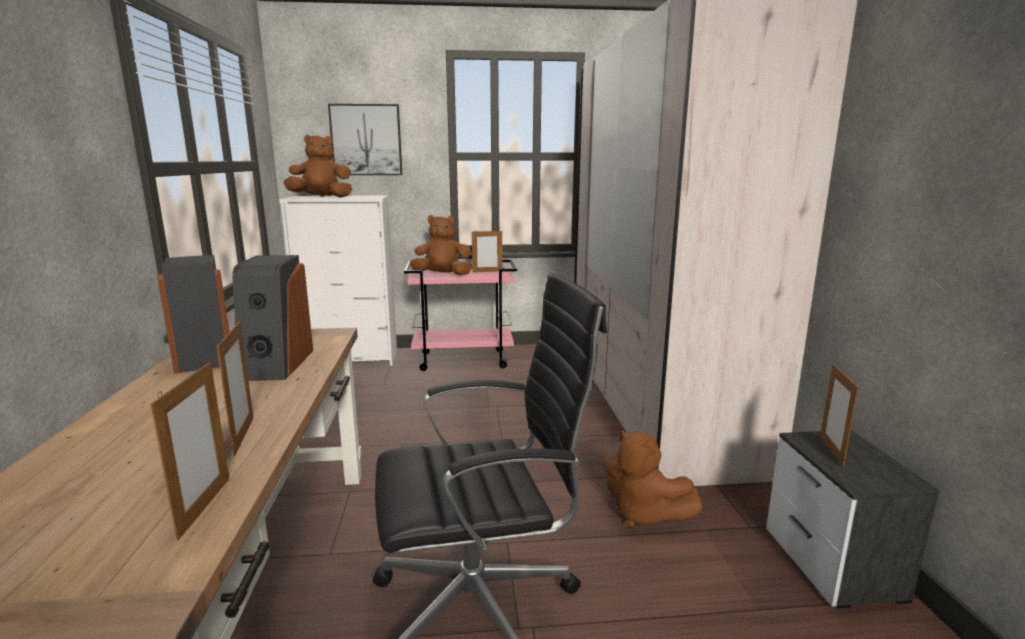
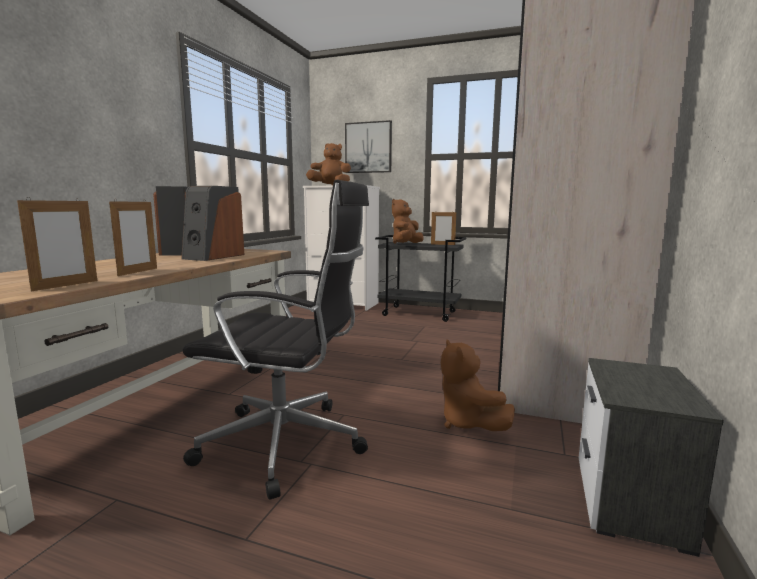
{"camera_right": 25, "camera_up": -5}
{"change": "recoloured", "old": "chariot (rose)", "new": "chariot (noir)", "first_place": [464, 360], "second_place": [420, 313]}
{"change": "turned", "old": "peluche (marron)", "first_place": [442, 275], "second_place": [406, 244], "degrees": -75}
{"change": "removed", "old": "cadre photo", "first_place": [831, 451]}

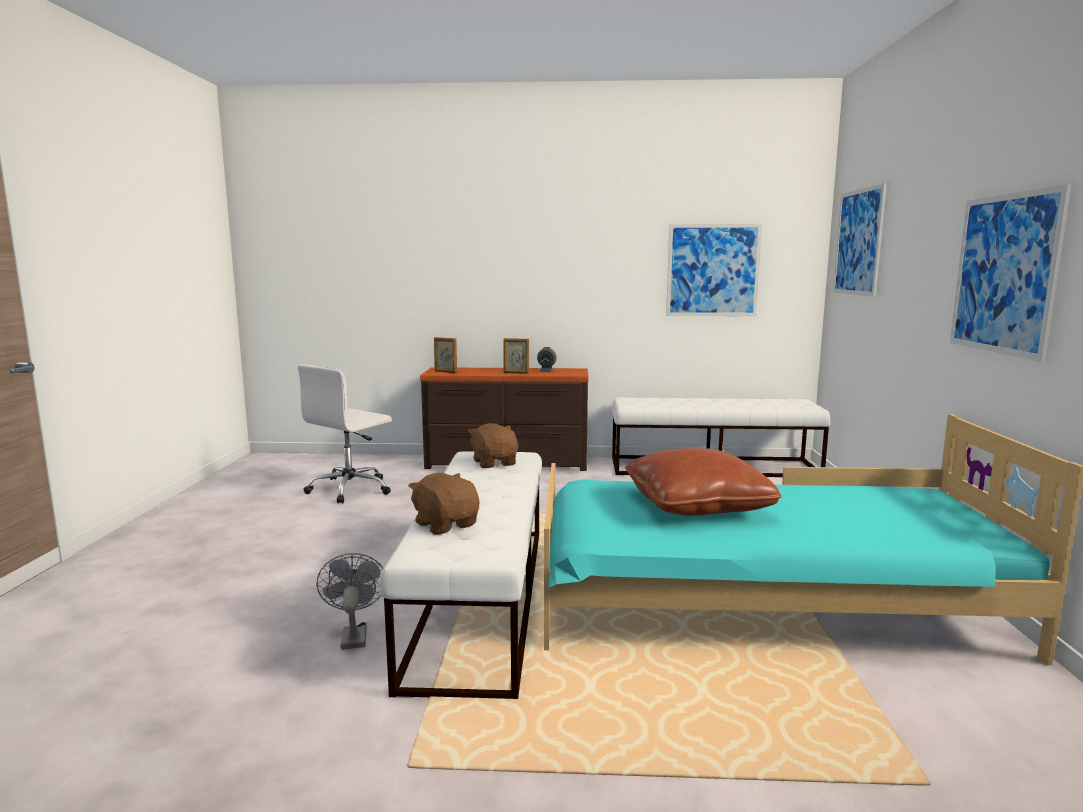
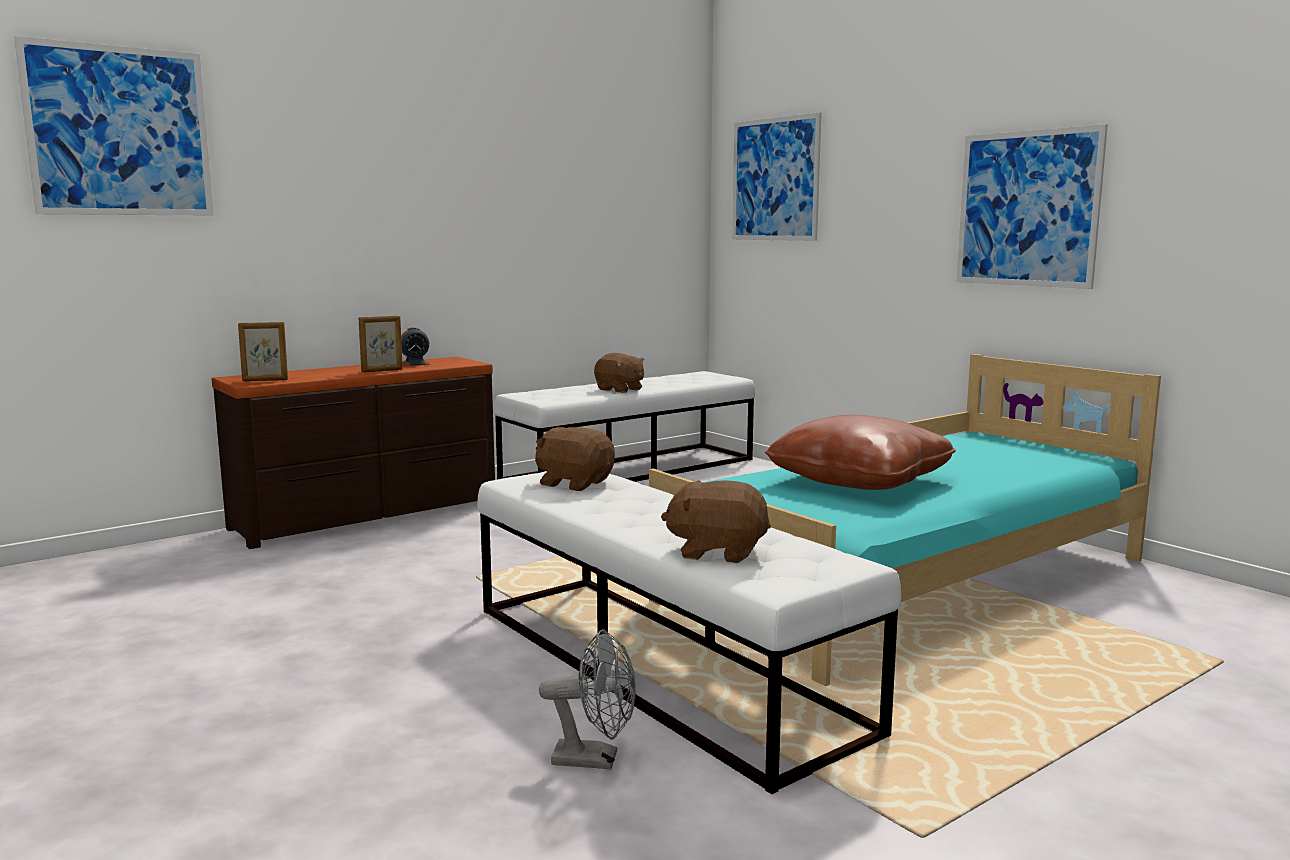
{"camera_right": -40, "camera_up": 0}
{"change": "removed", "old": "chaise de bureau (blanc)", "first_place": [351, 489]}
{"change": "turned", "old": "ventilateur (gris)", "first_place": [353, 635], "second_place": [595, 759], "degrees": 150}
{"change": "moved", "old": "tableau", "first_place": [713, 270], "second_place": [119, 131]}
{"change": "added", "new": "peluche (marron)", "second_place": [619, 389]}

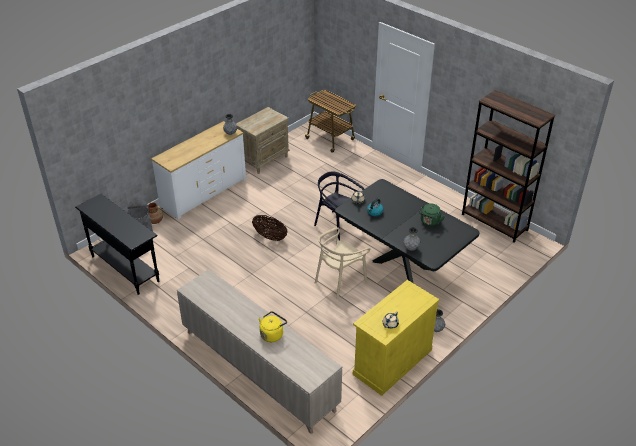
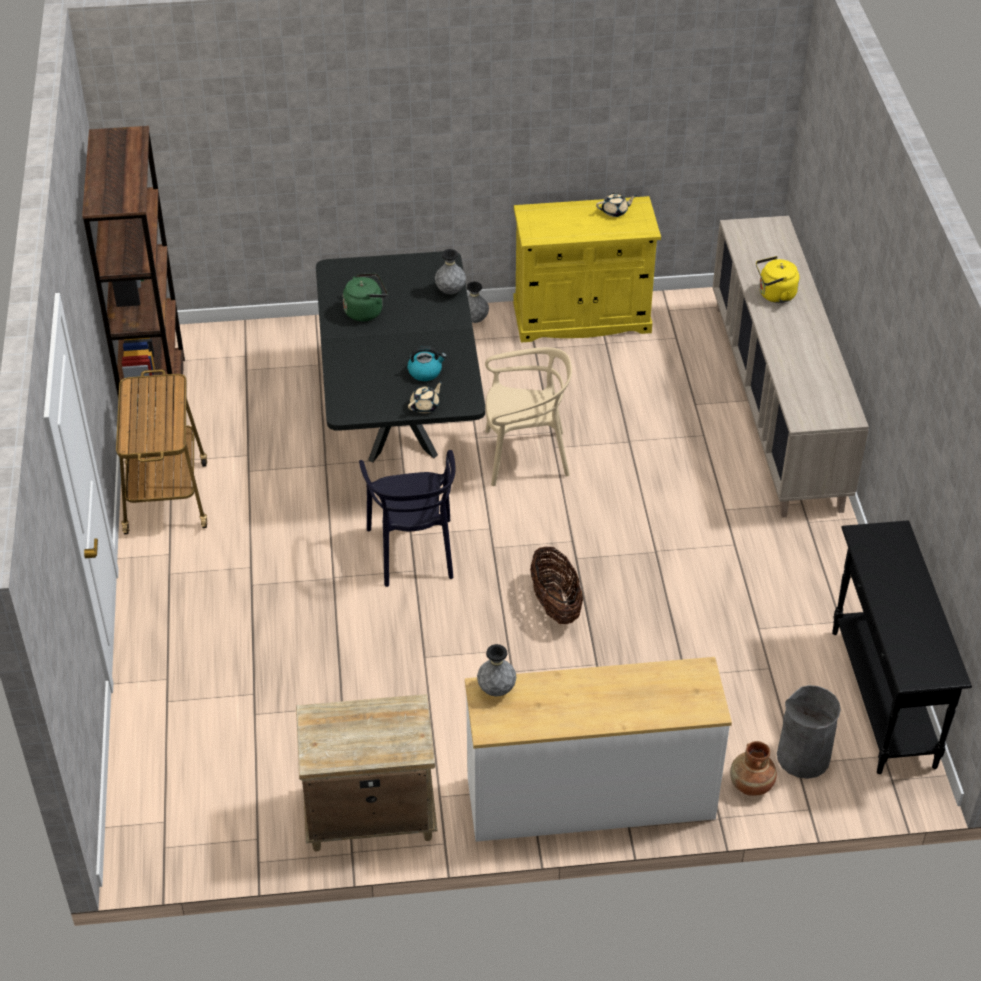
{"camera_right": -140, "camera_up": 5}
{"change": "moved", "old": "chariot", "first_place": [330, 139], "second_place": [166, 496]}

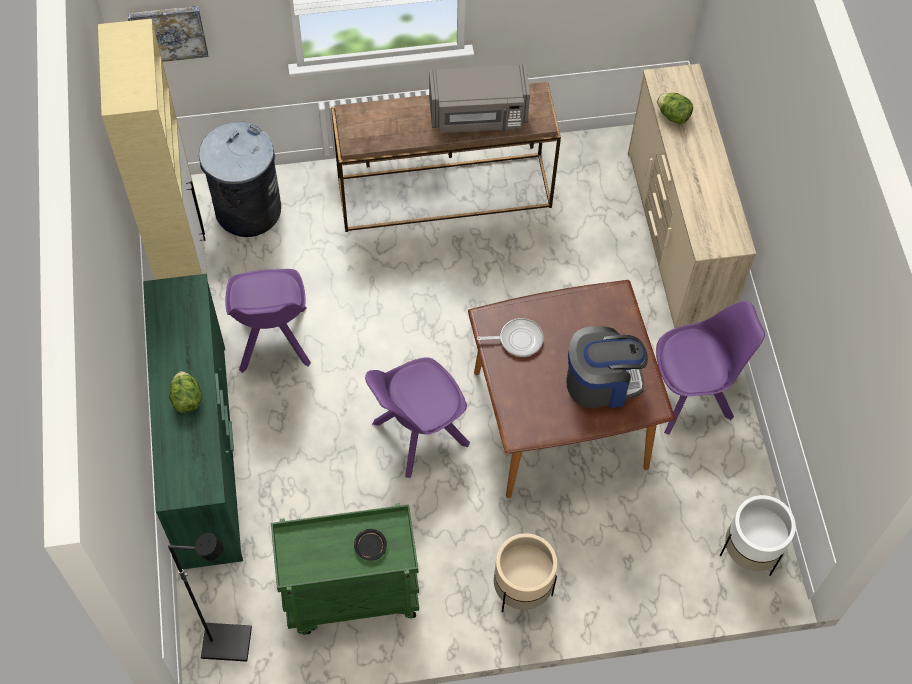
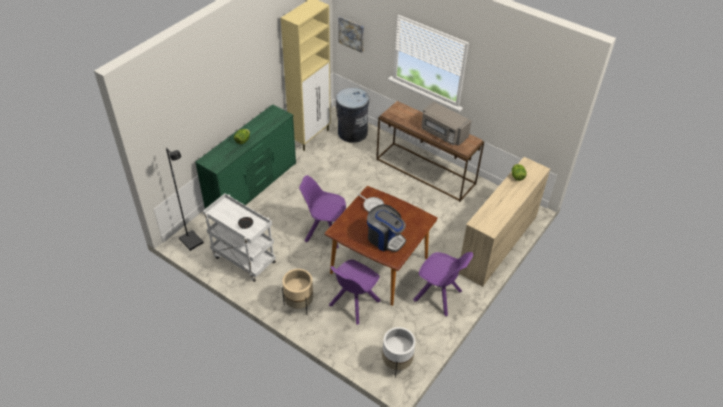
{"camera_right": 45, "camera_up": -15}
{"change": "moved", "old": "chaise (violet)", "first_place": [273, 341], "second_place": [353, 304]}
{"change": "recoloured", "old": "chariot (vert)", "new": "chariot (blanc)", "first_place": [350, 596], "second_place": [243, 259]}

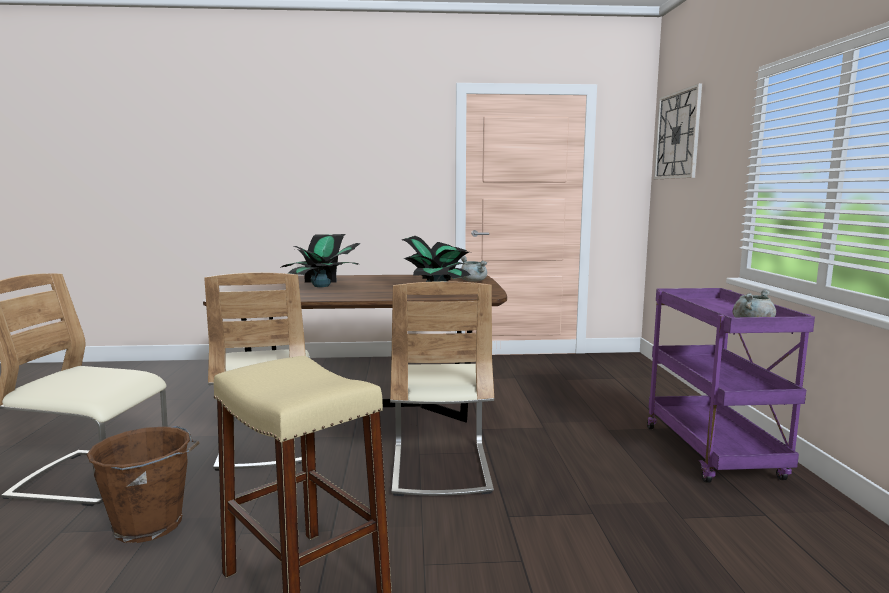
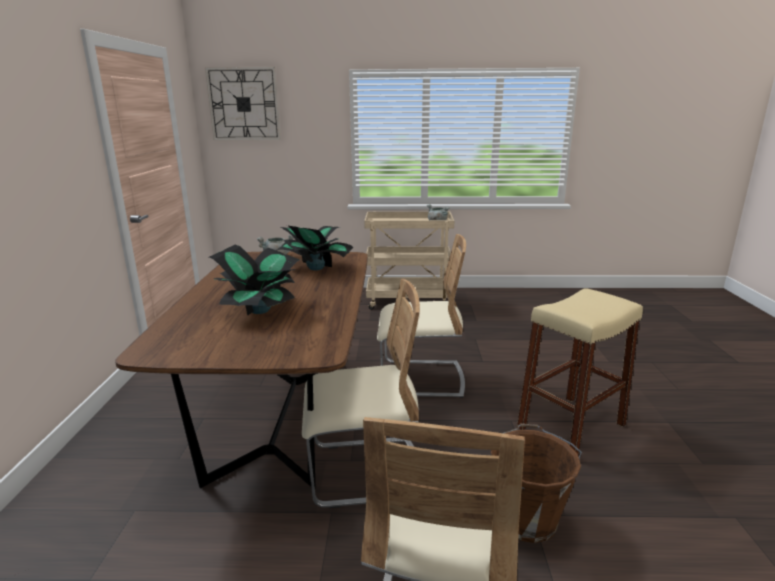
{"camera_right": -85, "camera_up": 10}
{"change": "recoloured", "old": "chariot (violet)", "new": "chariot (beige)", "first_place": [714, 454], "second_place": [408, 301]}

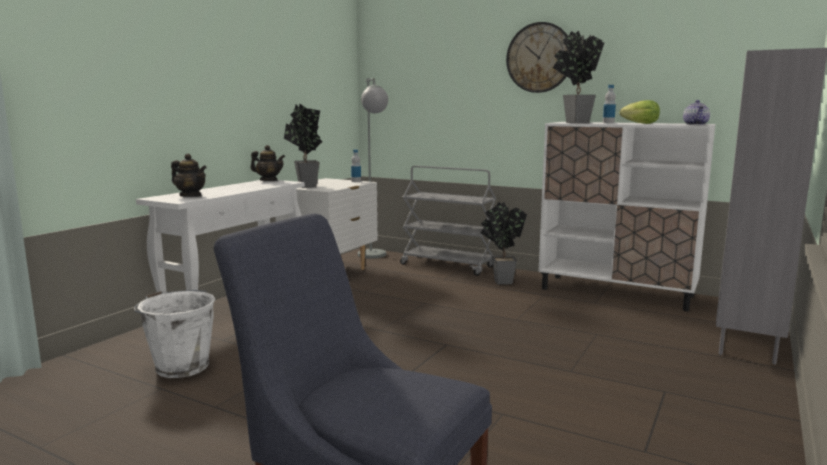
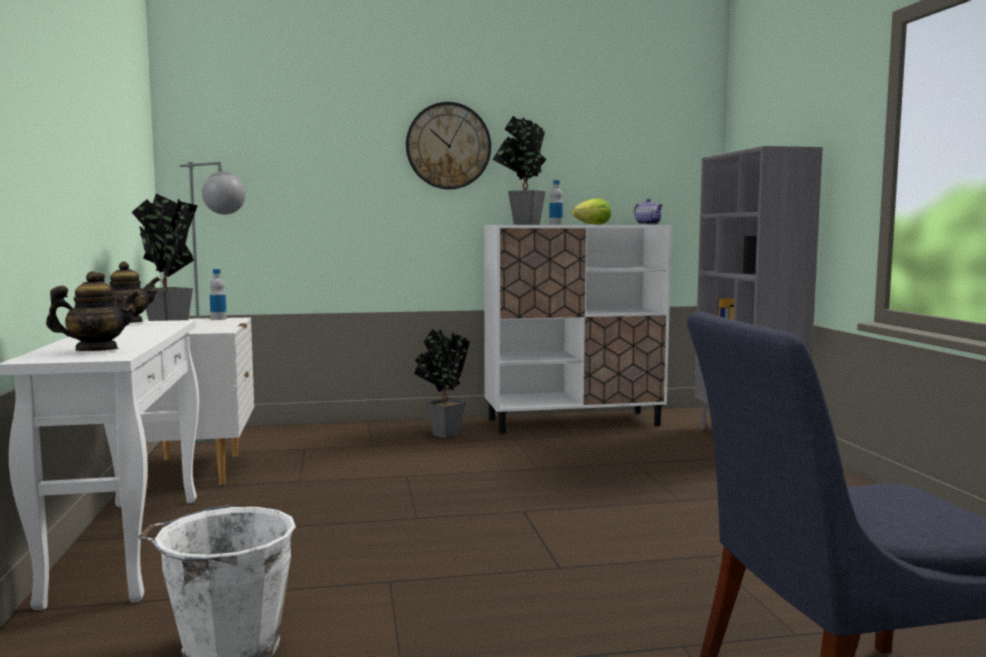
{"camera_right": -40, "camera_up": -5}
{"change": "removed", "old": "chariot (gris)", "first_place": [448, 265]}

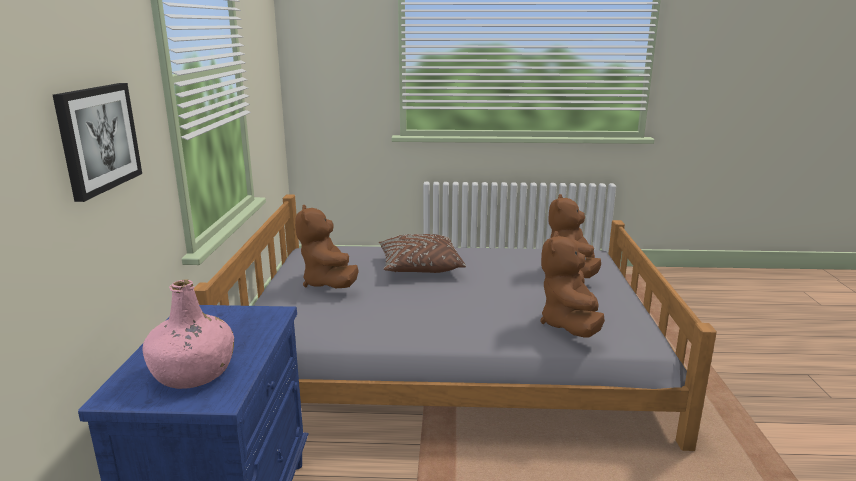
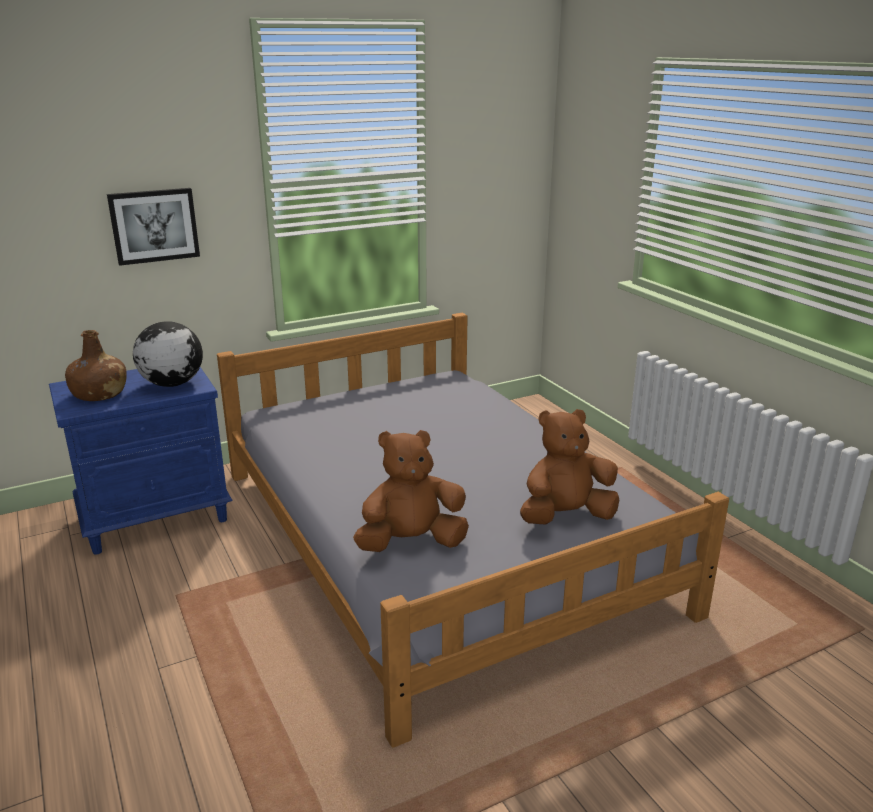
{"camera_right": 60, "camera_up": 5}
{"change": "recoloured", "old": "bouteille (rose)", "new": "bouteille (marron)", "first_place": [194, 373], "second_place": [99, 394]}
{"change": "removed", "old": "peluche (marron)", "first_place": [329, 283]}
{"change": "removed", "old": "coussin (marron)", "first_place": [419, 267]}
{"change": "added", "new": "globe", "second_place": [171, 384]}

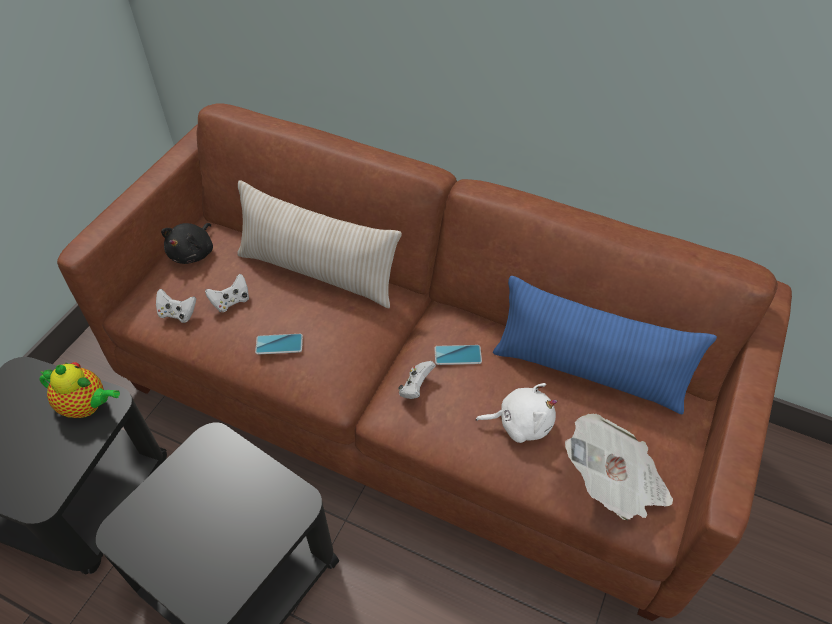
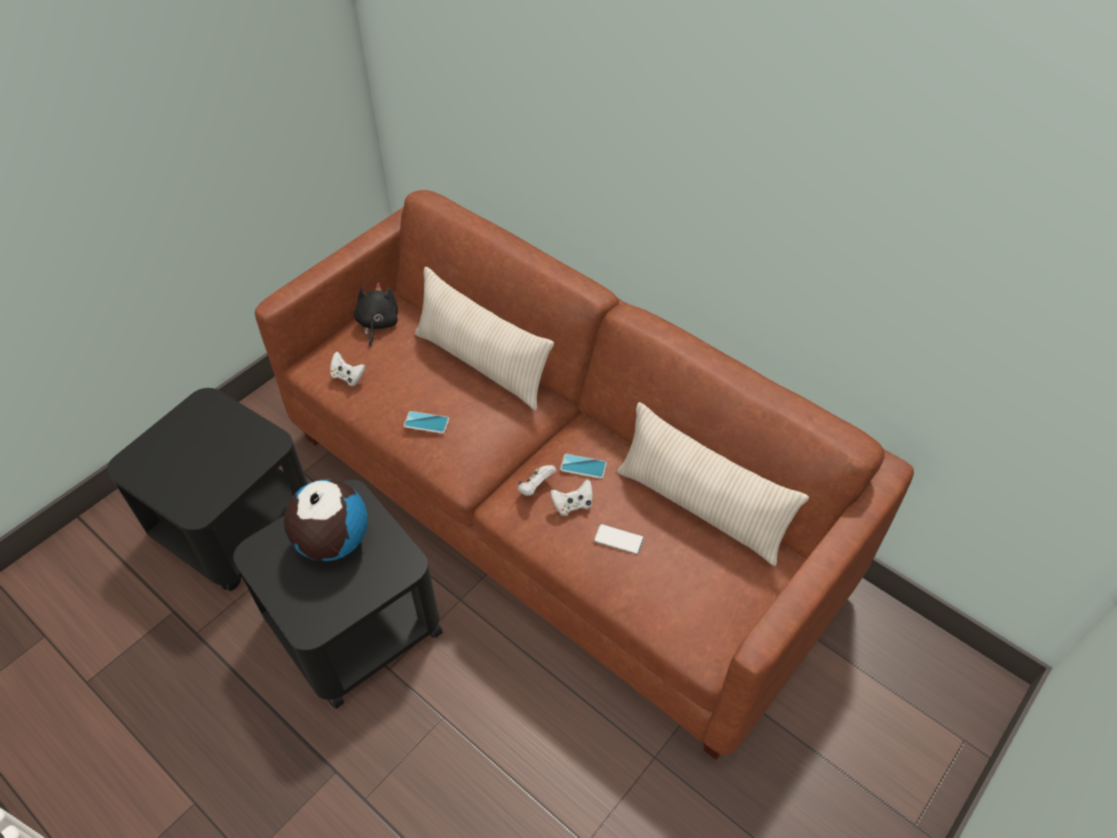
{"camera_right": 15, "camera_up": 0}
{"change": "removed", "old": "théière", "first_place": [87, 406]}
{"change": "turned", "old": "peluche (noir)", "first_place": [193, 253], "second_place": [377, 324], "degrees": 150}
{"change": "moved", "old": "manette (blanc)", "first_place": [231, 301], "second_place": [573, 505]}
{"change": "replaced", "old": "peluche (blanc)", "new": "téléphone", "first_place": [520, 423], "second_place": [619, 539]}
{"change": "recoloured", "old": "coussin (bleu)", "new": "coussin (beige)", "first_place": [588, 372], "second_place": [700, 508]}
{"change": "removed", "old": "journal", "first_place": [614, 482]}
{"change": "added", "new": "globe", "second_place": [332, 542]}

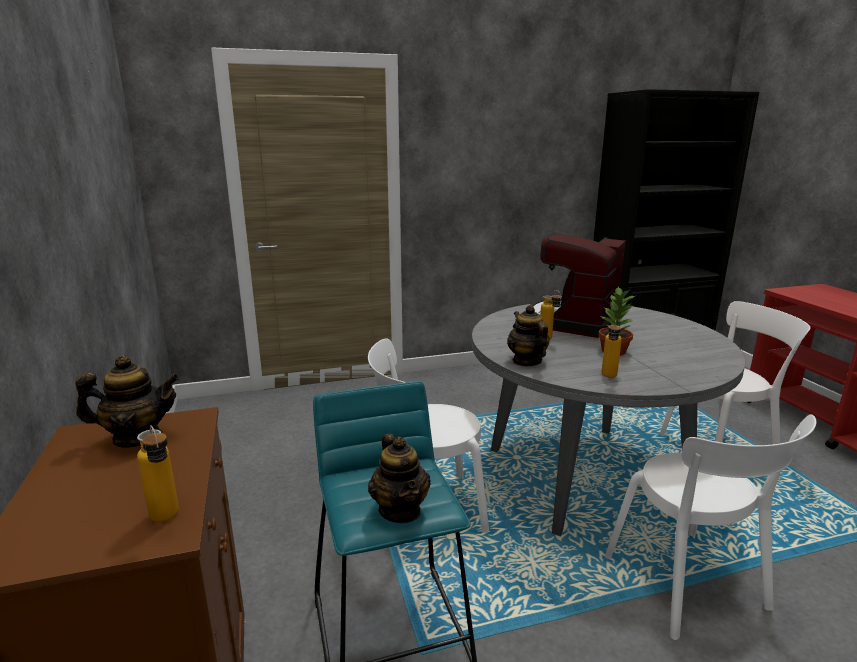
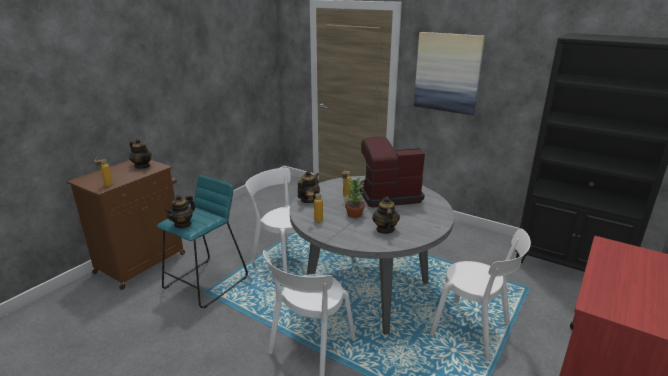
{"camera_right": 50, "camera_up": 5}
{"change": "added", "new": "théière", "second_place": [385, 229]}
{"change": "added", "new": "tableau", "second_place": [447, 73]}

